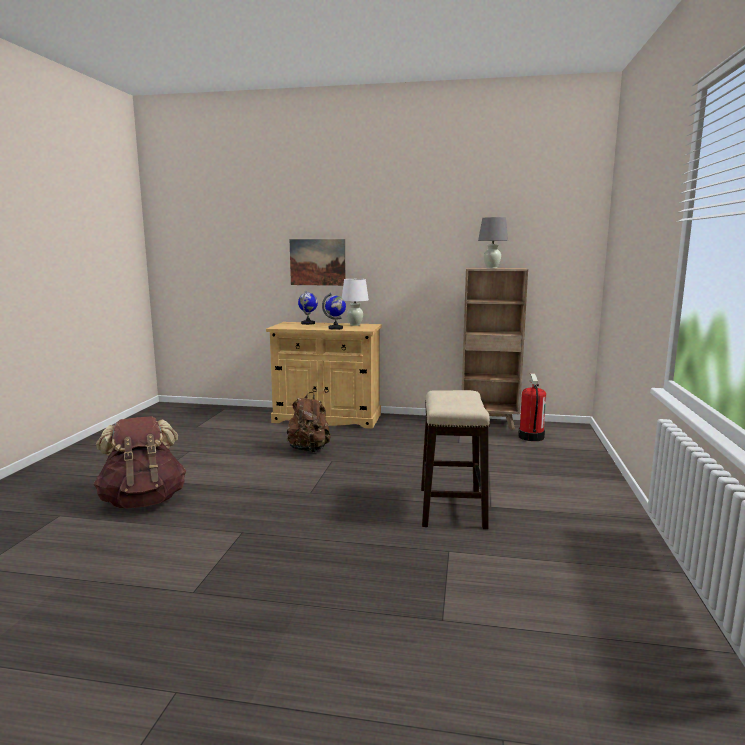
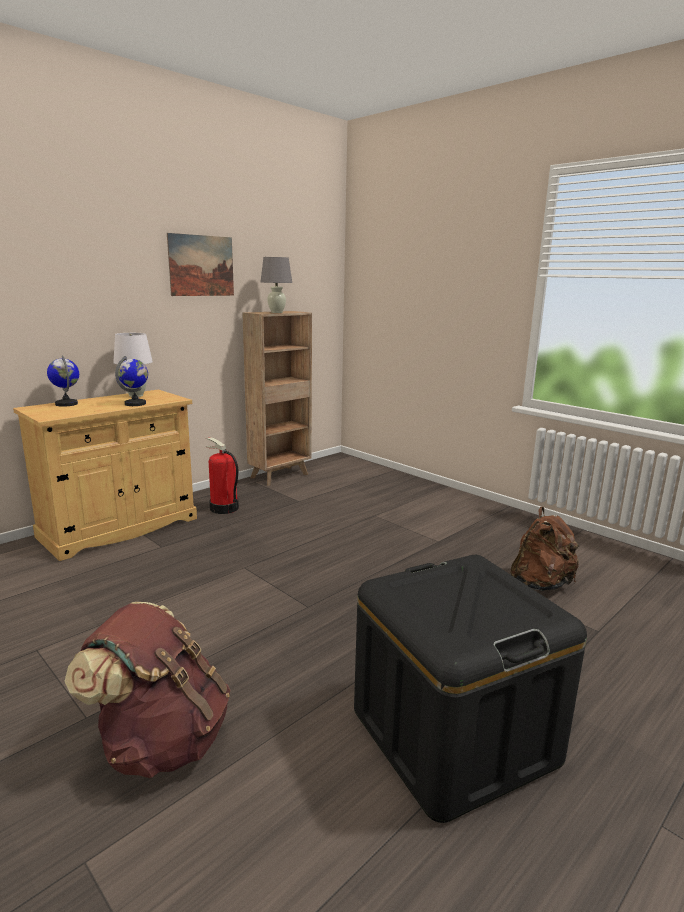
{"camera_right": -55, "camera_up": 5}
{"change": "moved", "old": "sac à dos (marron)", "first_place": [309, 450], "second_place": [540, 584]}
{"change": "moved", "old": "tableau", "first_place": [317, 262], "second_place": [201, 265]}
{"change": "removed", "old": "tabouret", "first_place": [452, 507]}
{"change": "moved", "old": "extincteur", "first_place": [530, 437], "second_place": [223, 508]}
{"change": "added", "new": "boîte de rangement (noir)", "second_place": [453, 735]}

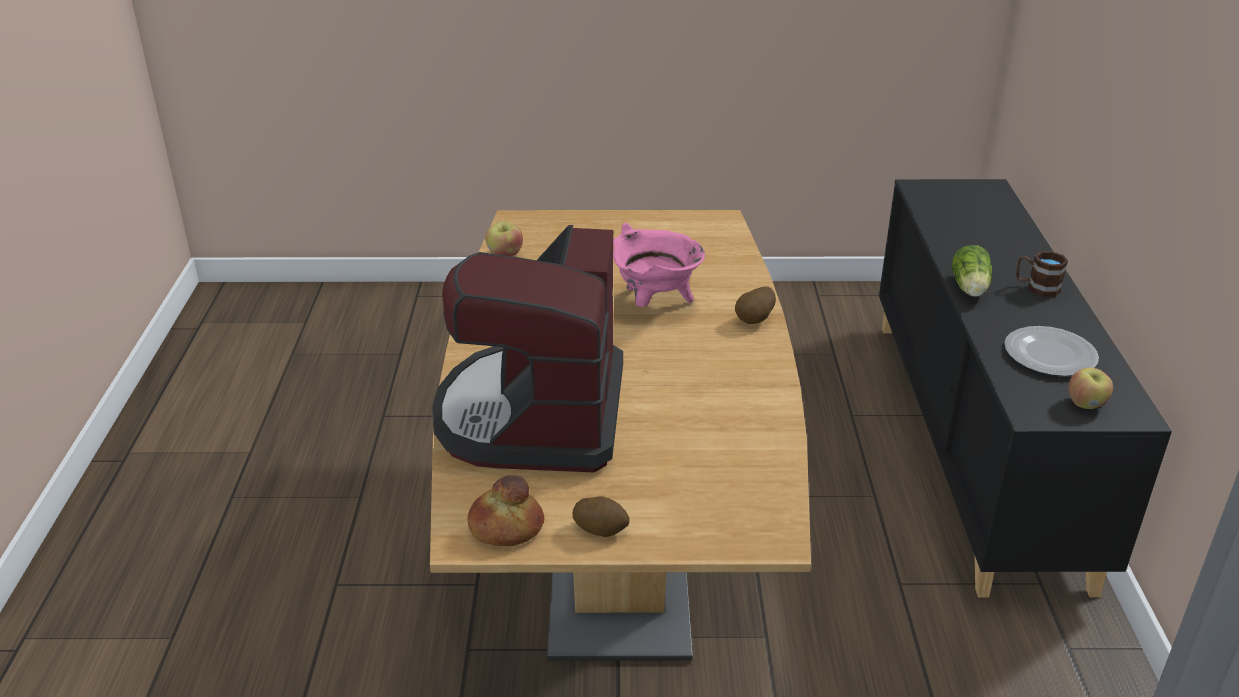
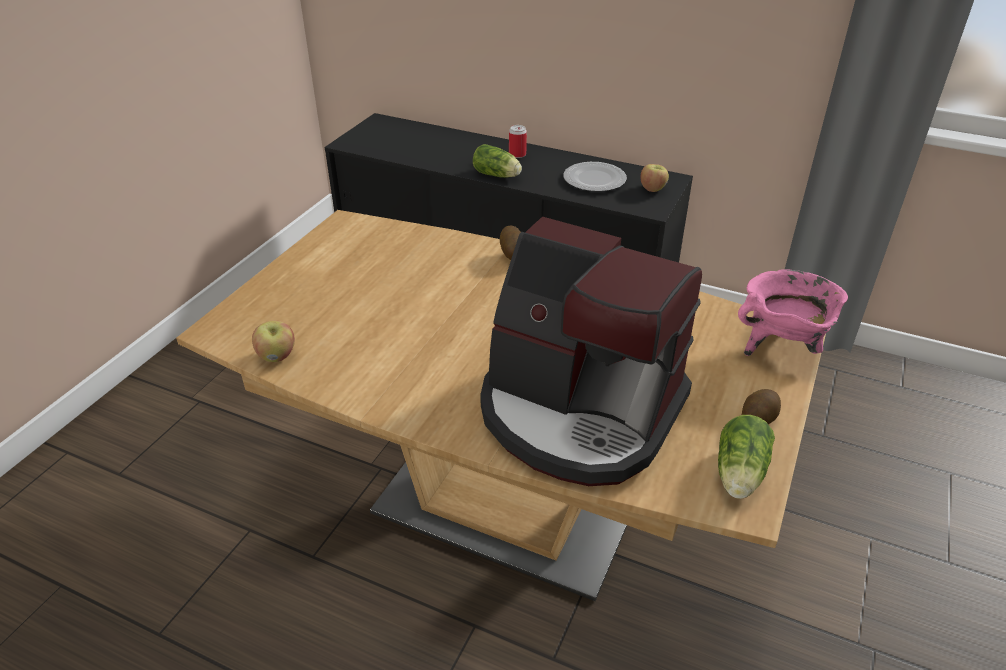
{"camera_right": -65, "camera_up": 5}
{"change": "replaced", "old": "pain", "new": "laitue", "first_place": [505, 527], "second_place": [739, 475]}
{"change": "moved", "old": "marmite (rose)", "first_place": [655, 304], "second_place": [781, 347]}
{"change": "replaced", "old": "mug (marron)", "new": "boîte métallique", "first_place": [1036, 288], "second_place": [517, 154]}

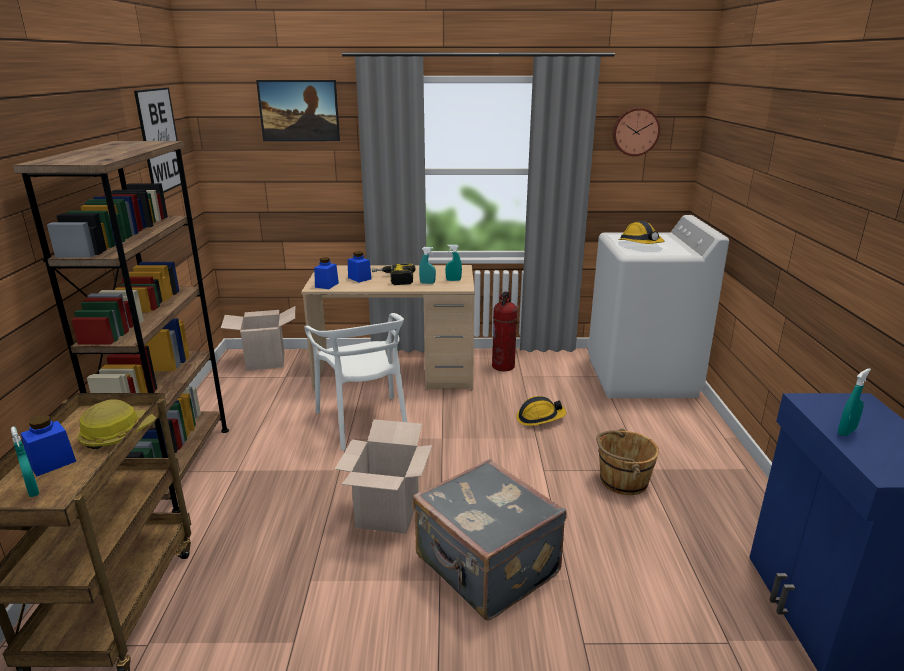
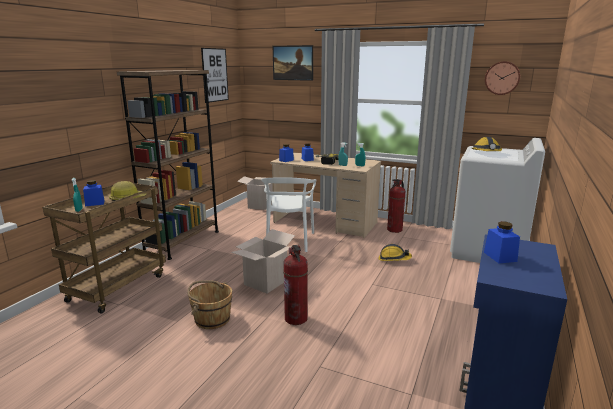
{"camera_right": 25, "camera_up": -5}
{"change": "replaced", "old": "valise (gris)", "new": "extincteur", "first_place": [485, 567], "second_place": [296, 318]}
{"change": "moved", "old": "seau (marron)", "first_place": [622, 480], "second_place": [212, 319]}
{"change": "replaced", "old": "vaporisateur (turquoise)", "new": "bocal (bleu)", "first_place": [846, 432], "second_place": [500, 257]}

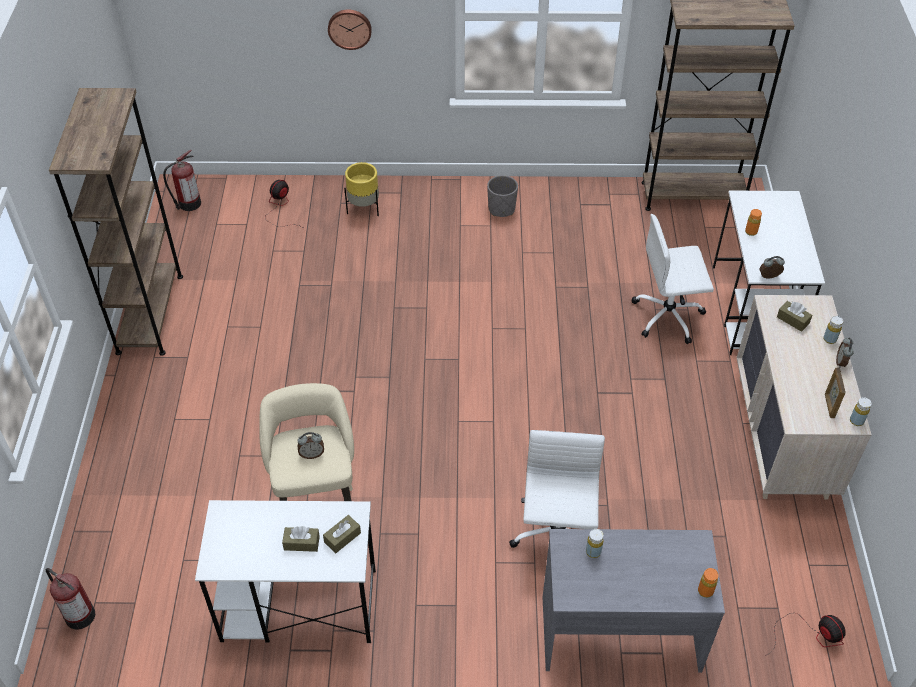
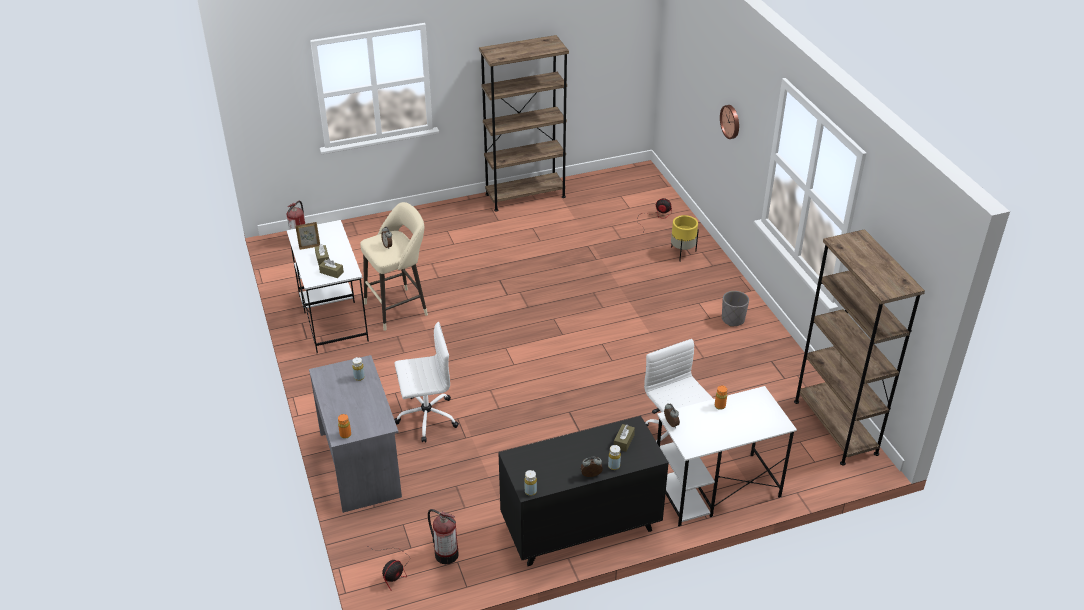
{"camera_right": 70, "camera_up": -10}
{"change": "moved", "old": "extincteur", "first_place": [188, 204], "second_place": [445, 554]}
{"change": "recoloured", "old": "commode (beige)", "new": "commode (noir)", "first_place": [782, 437], "second_place": [580, 528]}
{"change": "moved", "old": "cadre photo", "first_place": [829, 406], "second_place": [309, 247]}

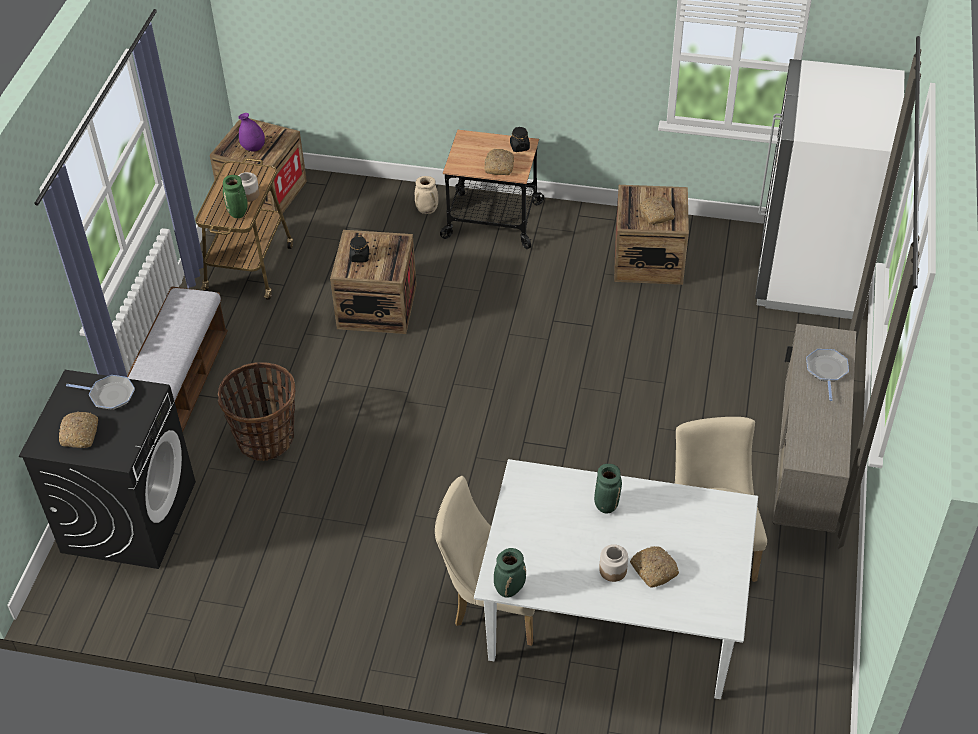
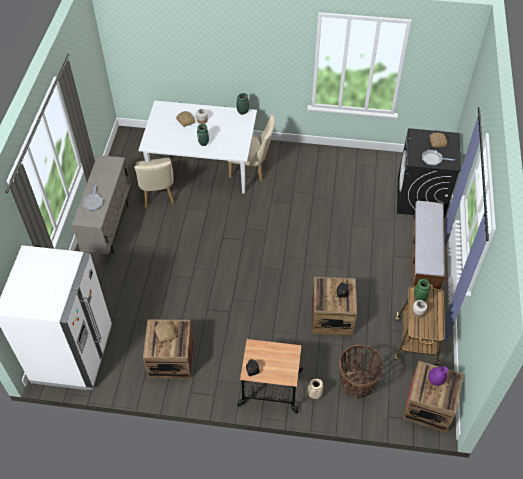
{"camera_right": 175, "camera_up": 5}
{"change": "moved", "old": "panier", "first_place": [265, 439], "second_place": [357, 384]}
{"change": "removed", "old": "pain", "first_place": [499, 166]}

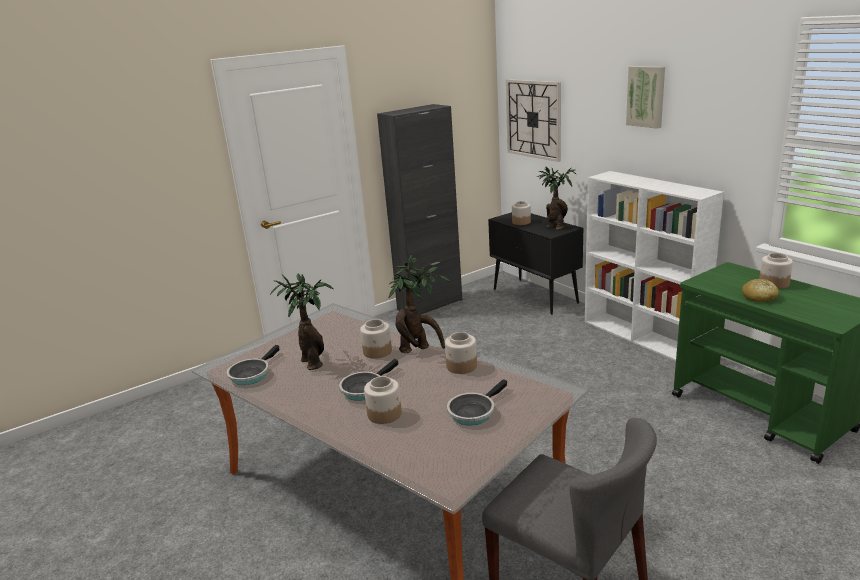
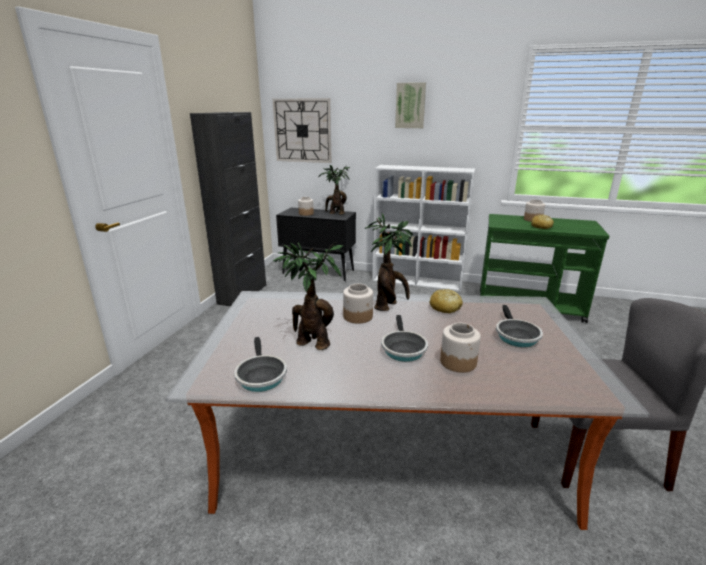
{"camera_right": -40, "camera_up": 0}
{"change": "replaced", "old": "bocal", "new": "pain", "first_place": [461, 366], "second_place": [445, 307]}

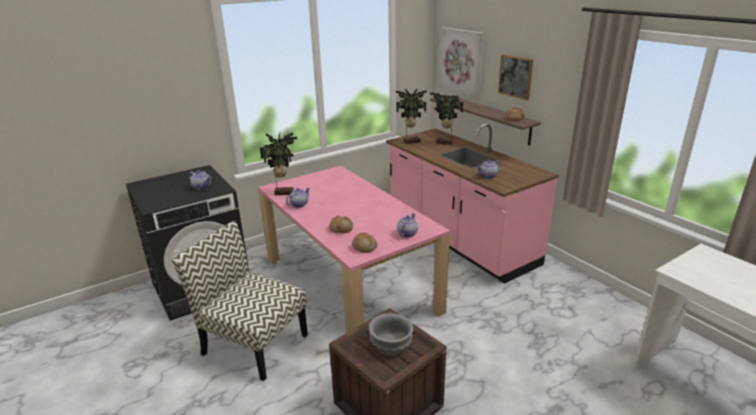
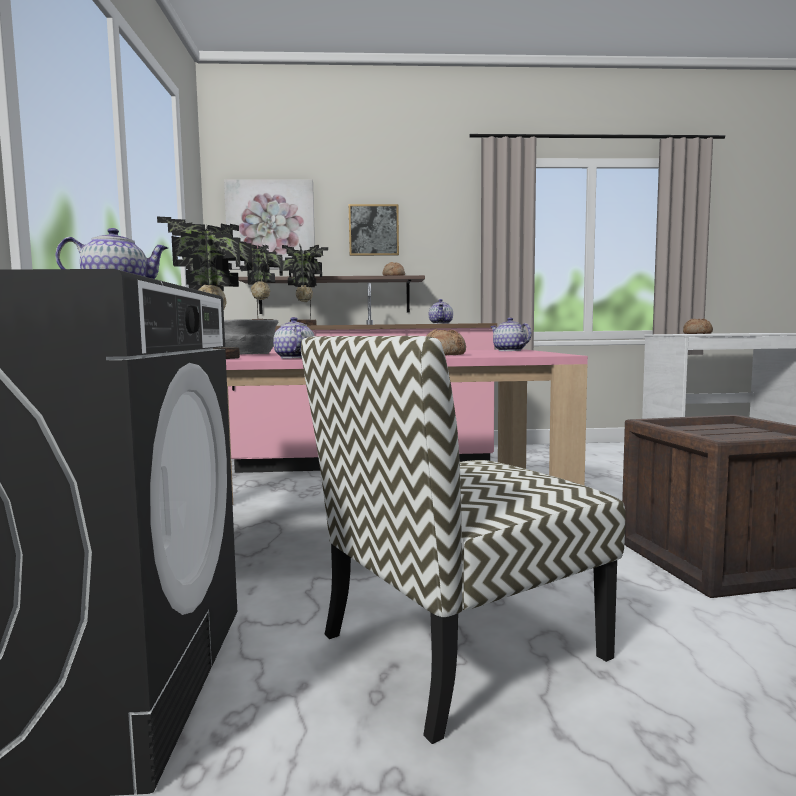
{"camera_right": -60, "camera_up": -20}
{"change": "moved", "old": "pain", "first_place": [364, 247], "second_place": [697, 333]}
{"change": "moved", "old": "bol (gris)", "first_place": [390, 345], "second_place": [246, 355]}

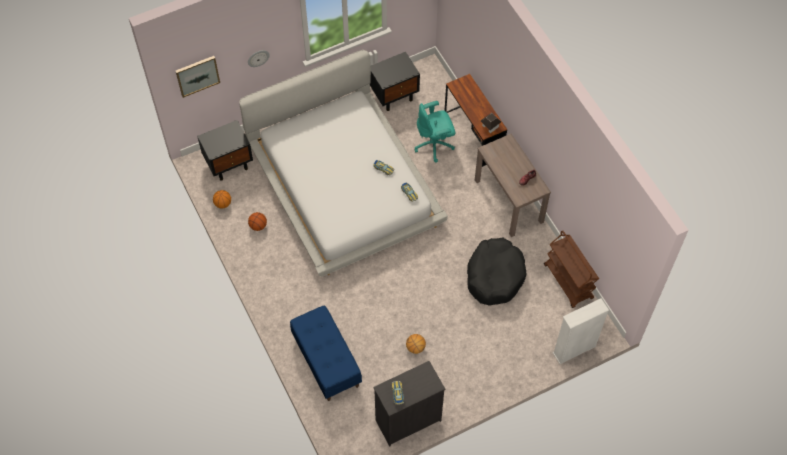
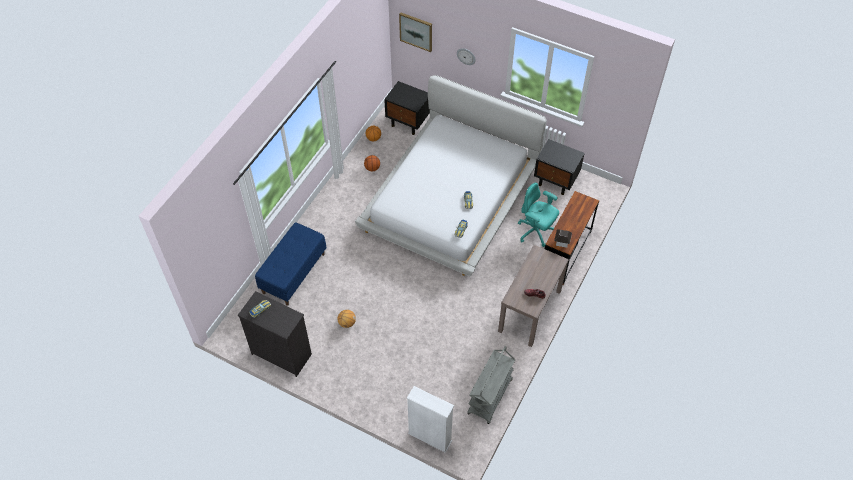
{"camera_right": 55, "camera_up": -5}
{"change": "removed", "old": "panier pour chien (noir)", "first_place": [495, 276]}
{"change": "recoloured", "old": "chariot (marron)", "new": "chariot (gris)", "first_place": [568, 282], "second_place": [490, 397]}

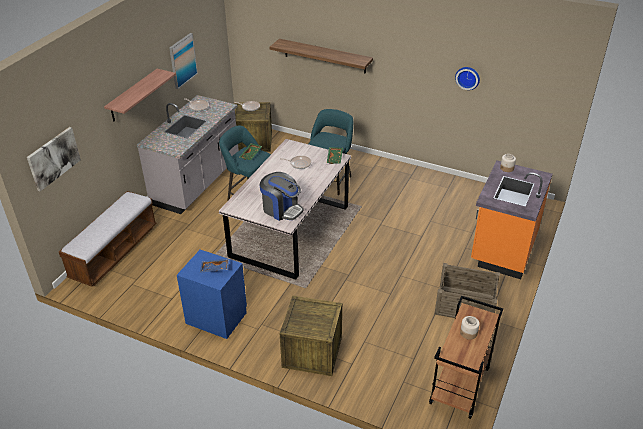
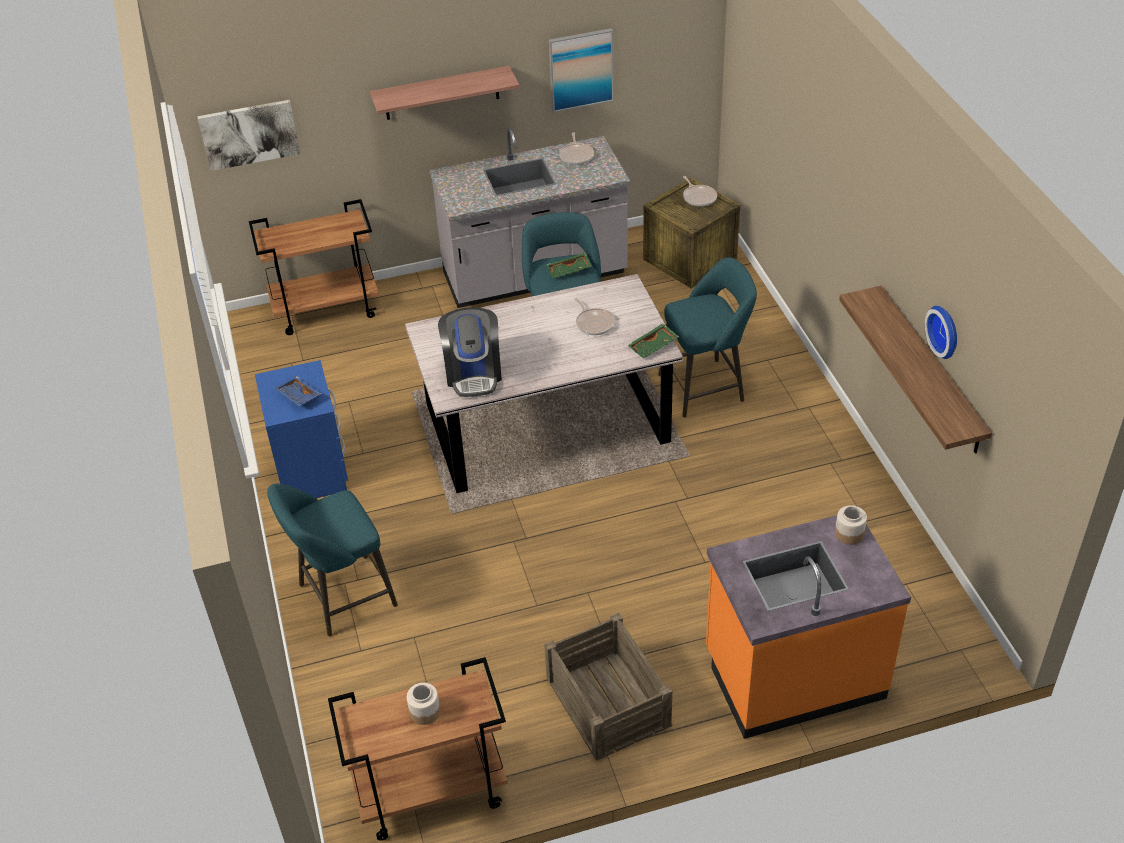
{"camera_right": 50, "camera_up": 5}
{"change": "replaced", "old": "banc", "new": "chariot (marron)", "first_place": [114, 252], "second_place": [327, 309]}
{"change": "moved", "old": "étagère", "first_place": [325, 56], "second_place": [930, 370]}
{"change": "replaced", "old": "caisse", "new": "tabouret (turquoise)", "first_place": [312, 352], "second_place": [342, 598]}

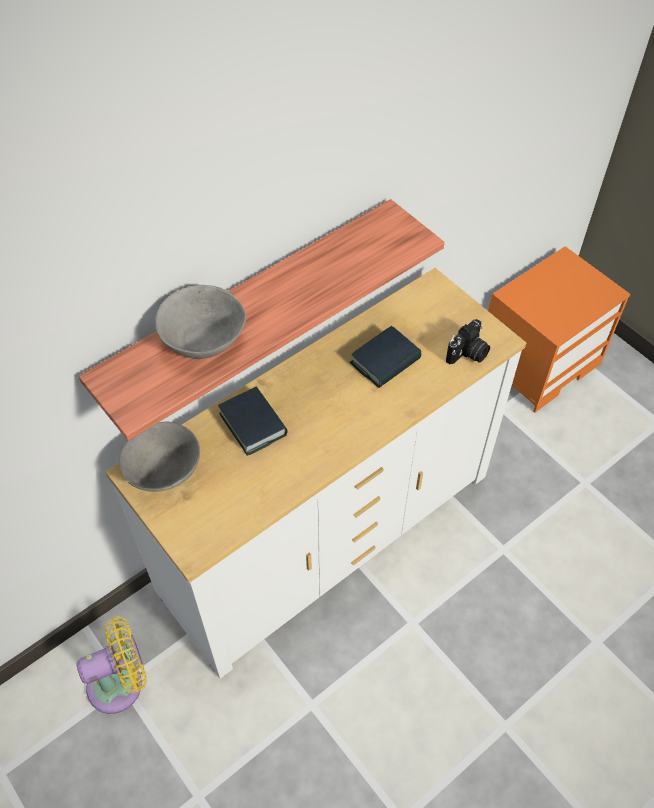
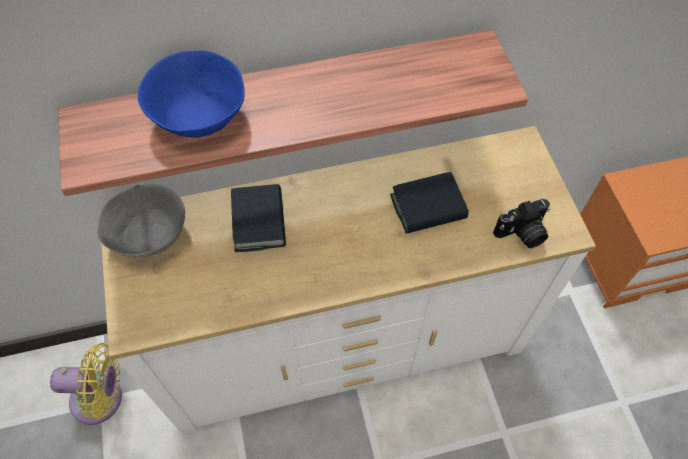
{"camera_right": 25, "camera_up": 5}
{"change": "recoloured", "old": "bol (gris)", "new": "bol (bleu)", "first_place": [203, 342], "second_place": [198, 118]}

